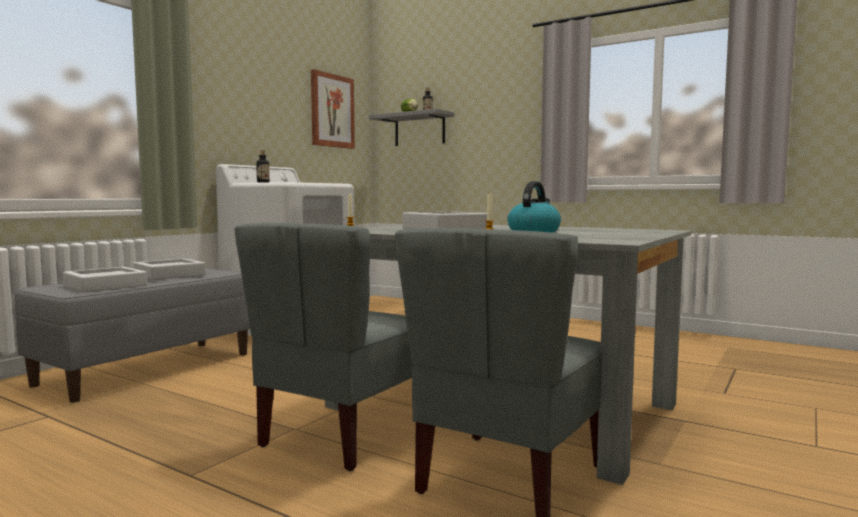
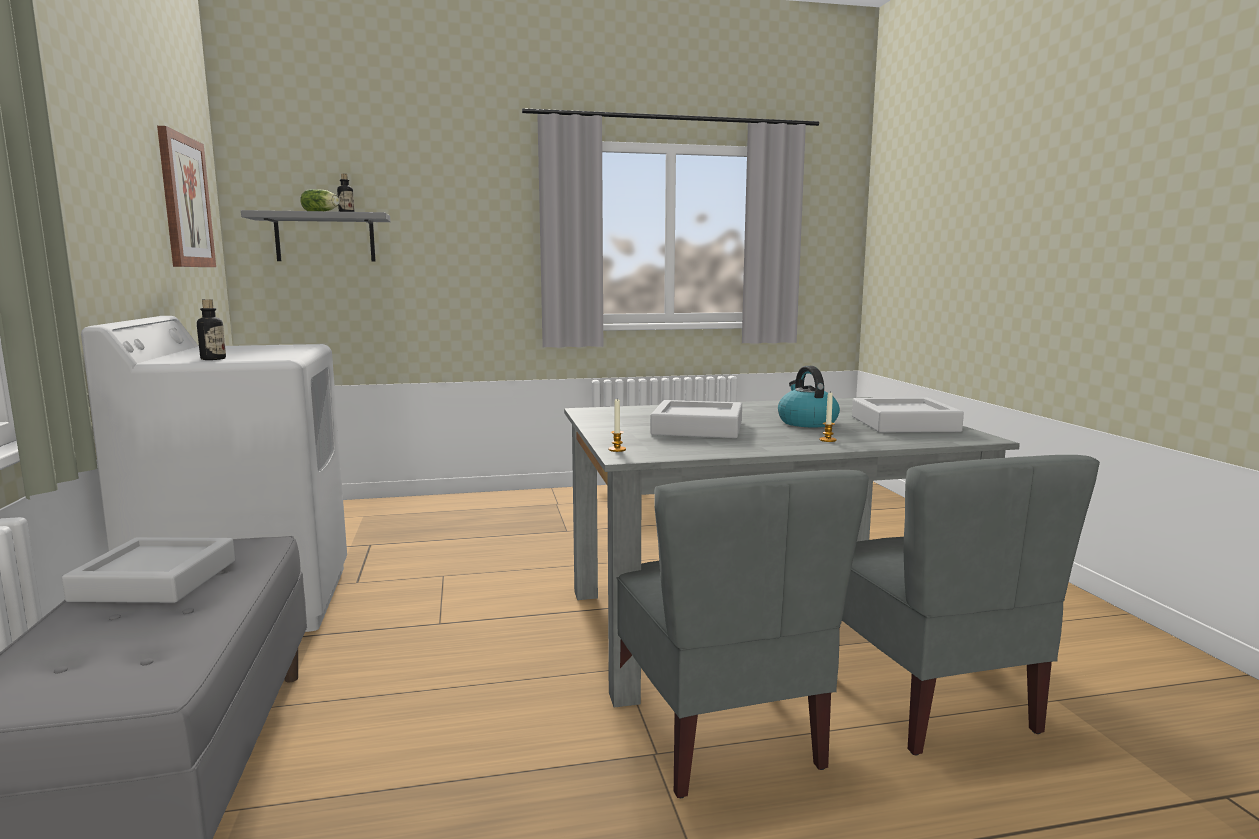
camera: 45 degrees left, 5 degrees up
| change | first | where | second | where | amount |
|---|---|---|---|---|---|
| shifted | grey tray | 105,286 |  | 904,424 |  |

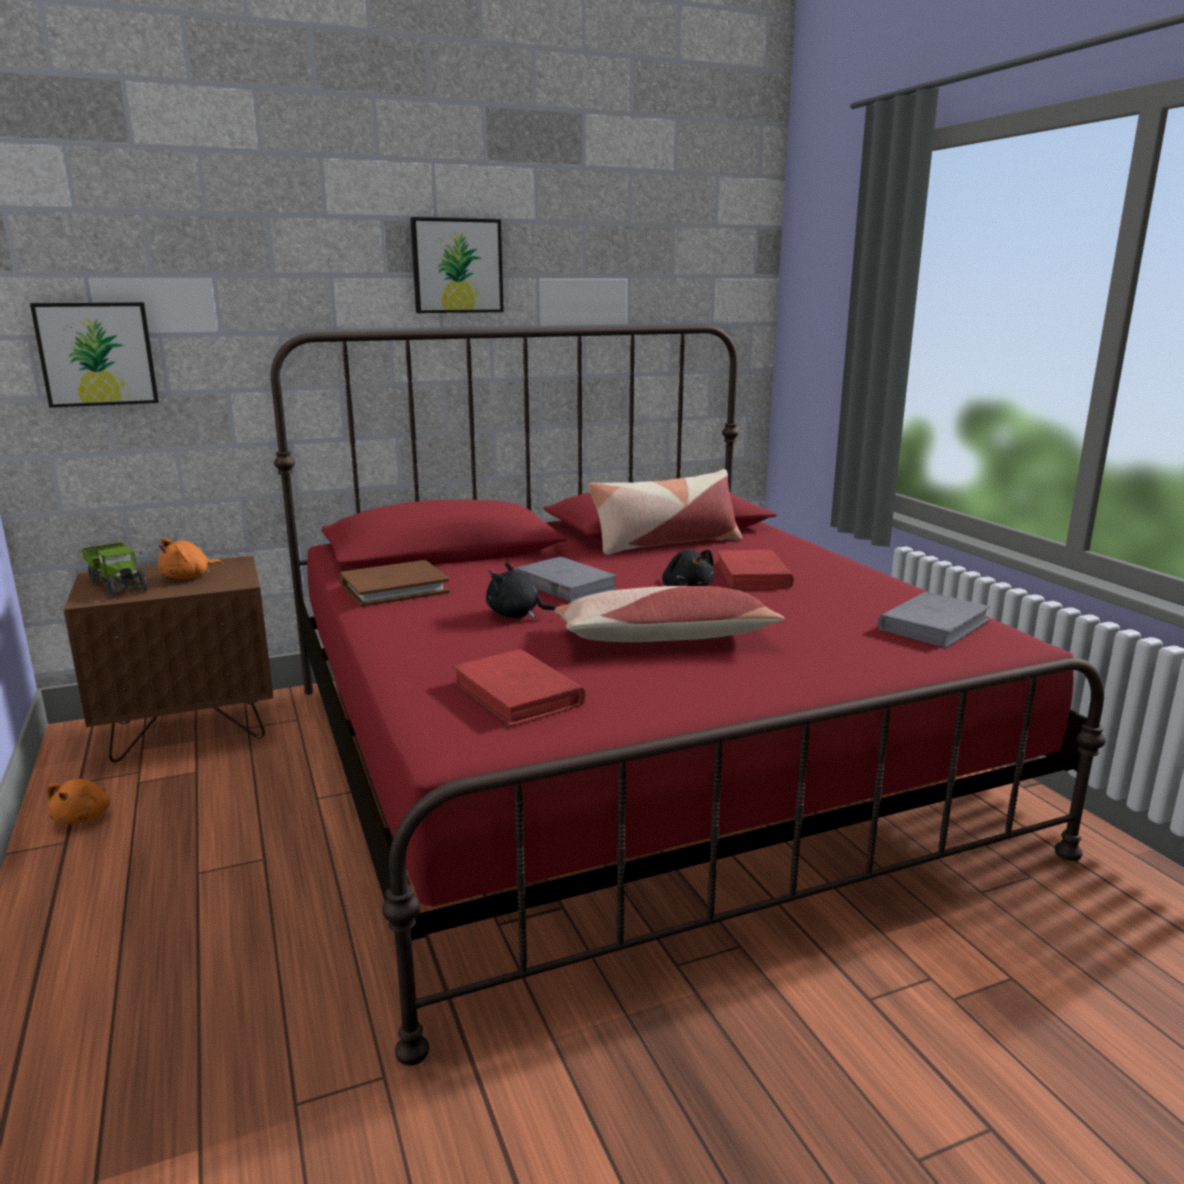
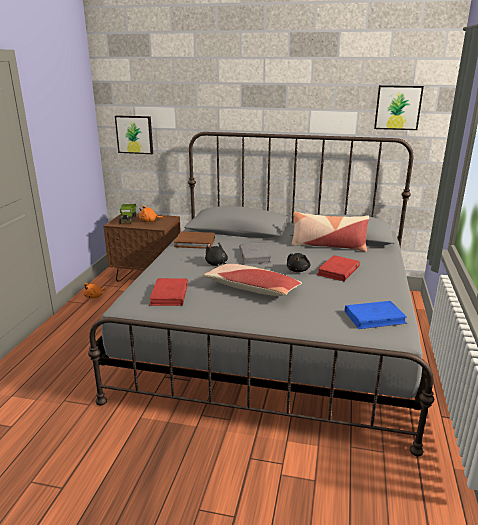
camera: 35 degrees right, 5 degrees up
| change | first | where | second | where | amount |
|---|---|---|---|---|---|
| repainted | red bed | 624,760 | grey bed | 273,337 |  |
| shifted | picture | 457,266 |  | 398,107 |  |
| repainted | grey book | 934,625 | blue book | 375,317 |  |

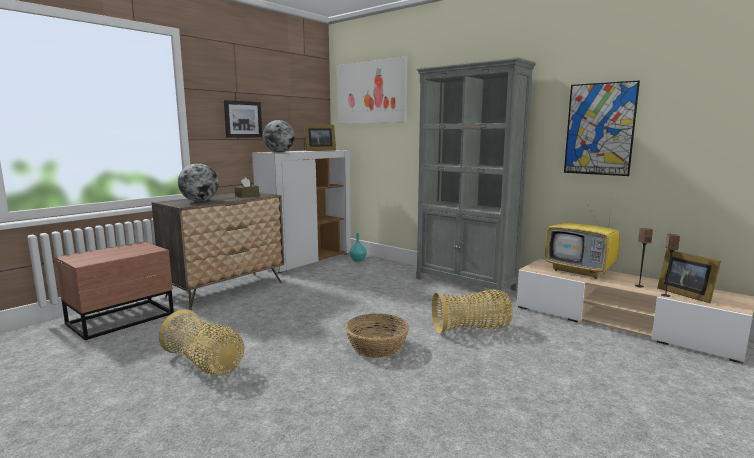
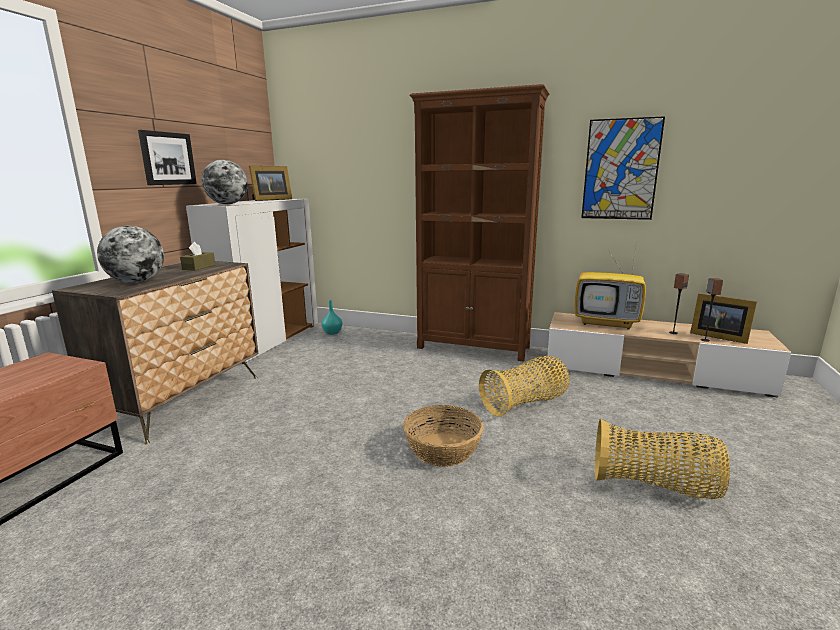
camera: 20 degrees left, 5 degrees up
| change | first | where | second | where | amount |
|---|---|---|---|---|---|
| shifted | basket | 204,364 |  | 655,485 |  |
| gone | picture | 371,92 |  |  |  |
| repainted | grey bookcase | 465,284 | brown bookcase | 474,347 |  |

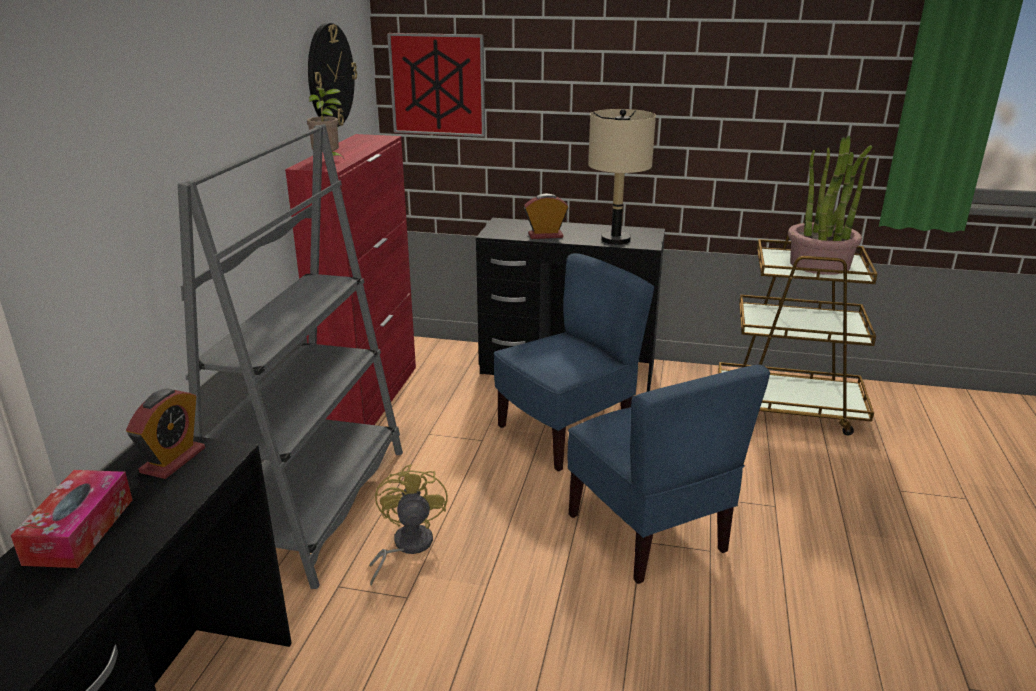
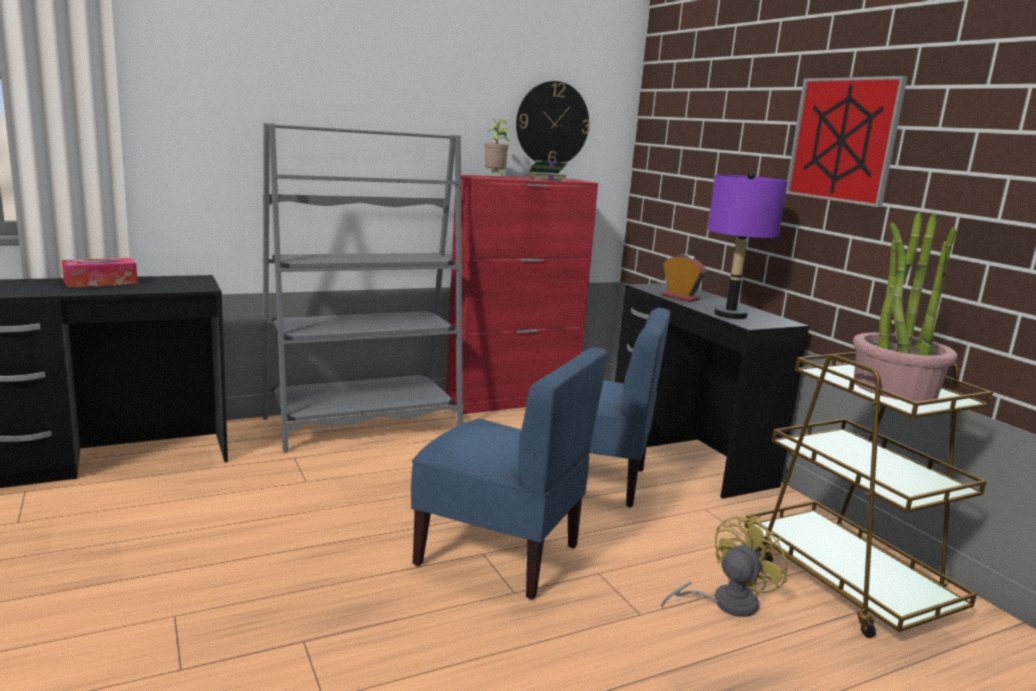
camera: 50 degrees right, 10 degrees down
| change | first | where | second | where | amount |
|---|---|---|---|---|---|
| gone | alarm clock | 173,460 |  |  |  |
| shifted | yellow fan | 406,546 |  | 725,603 |  |
| shifted | picture | 437,85 |  | 843,140 |  |
| rotated | blue chair | 649,532 |  | 500,554 | 90 degrees counterclockwise |
| repainted | beige table lamp | 615,240 | purple table lamp | 730,315 |  |
| new |  |  | book | 545,179 |  |

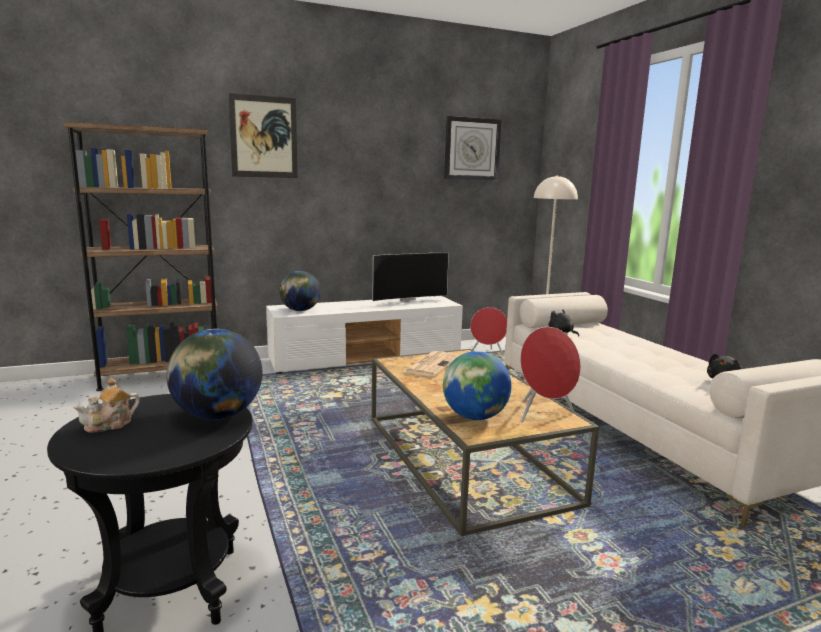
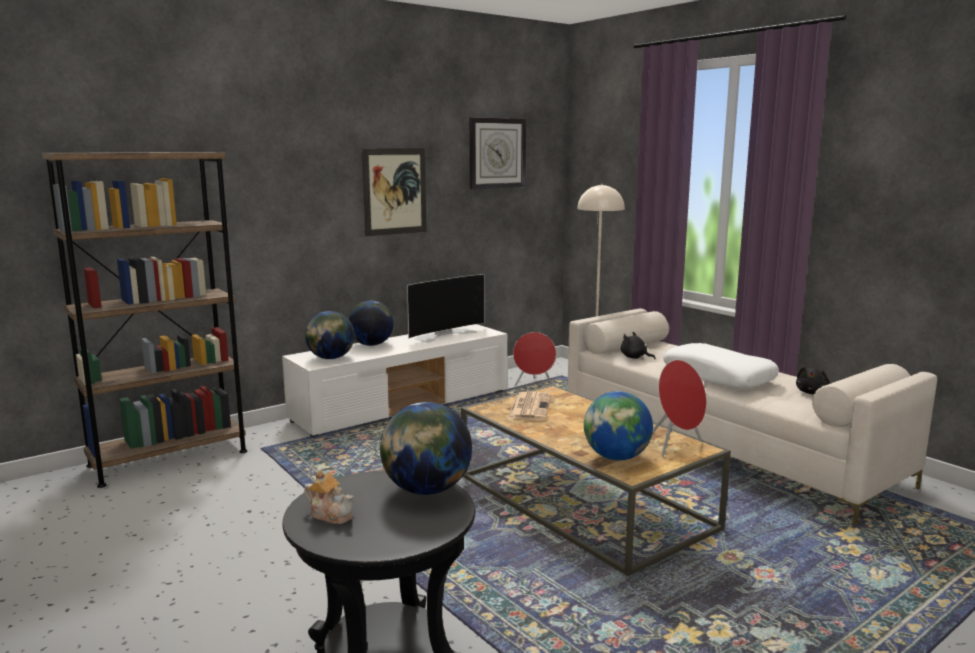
camera: 15 degrees left, 0 degrees up
| change | first | where | second | where | amount |
|---|---|---|---|---|---|
| rotated | teapot | 110,424 |  | 331,514 | 90 degrees counterclockwise |
| shifted | picture | 264,137 |  | 395,191 |  |
| new |  |  | globe | 371,344 |  |
| new |  |  | white pillow | 718,376 |  |

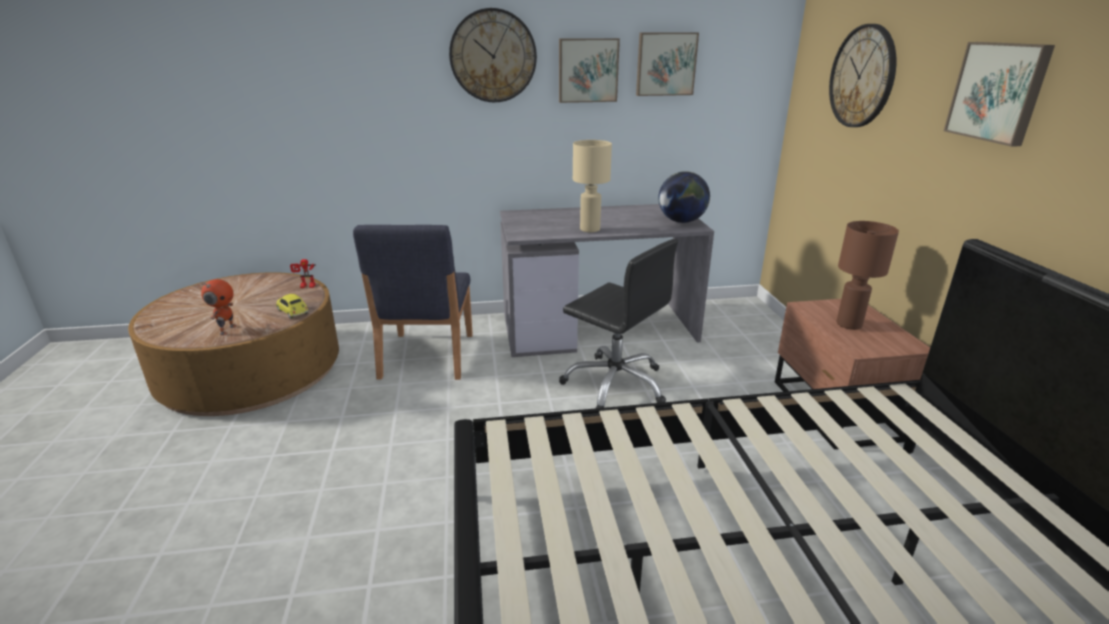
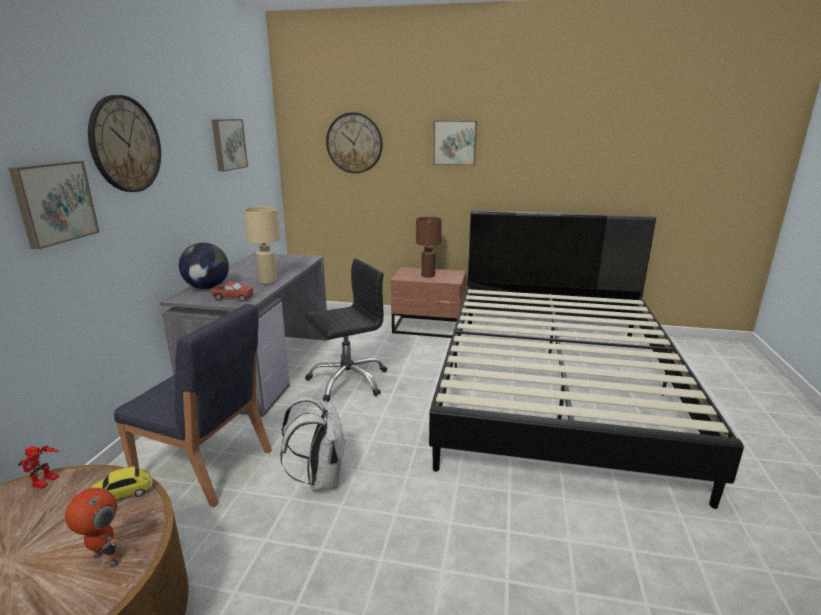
camera: 70 degrees left, 5 degrees down
| change | first | where | second | where | amount |
|---|---|---|---|---|---|
| shifted | picture | 587,70 |  | 54,203 |  |
| shifted | globe | 681,221 |  | 207,288 |  |
| new |  |  | toy truck | 233,298 |  |
| new |  |  | white backpack | 320,479 |  |

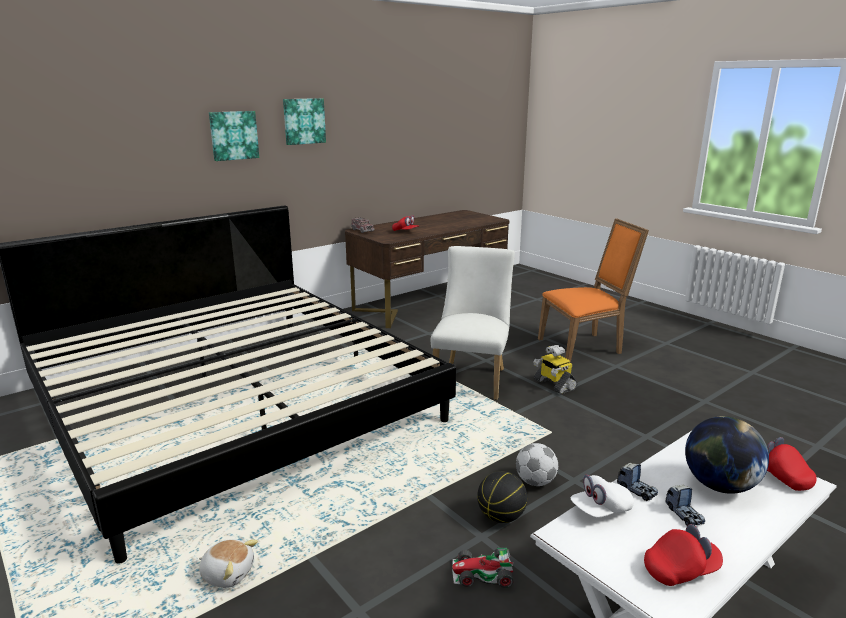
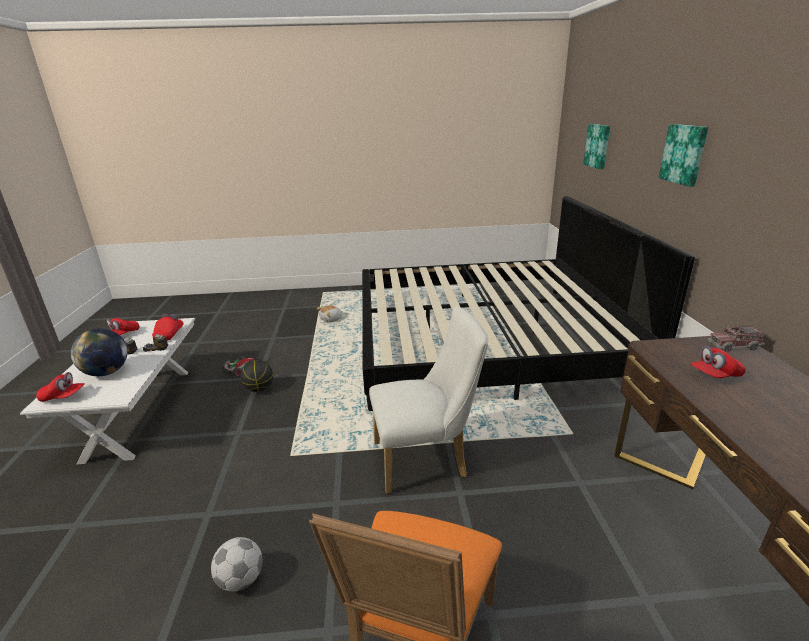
camera: 125 degrees right, 5 degrees up
| change | first | where | second | where | amount |
|---|---|---|---|---|---|
| shifted | picture | 303,121 |  | 598,146 |  |
| rotated | white chair | 472,378 |  | 426,459 | 60 degrees counterclockwise |
| shifted | football | 535,482 |  | 241,580 |  |
| gone | toy robot | 554,385 |  |  |  |
| repainted | white cap | 601,510 | red cap | 169,335 |  |

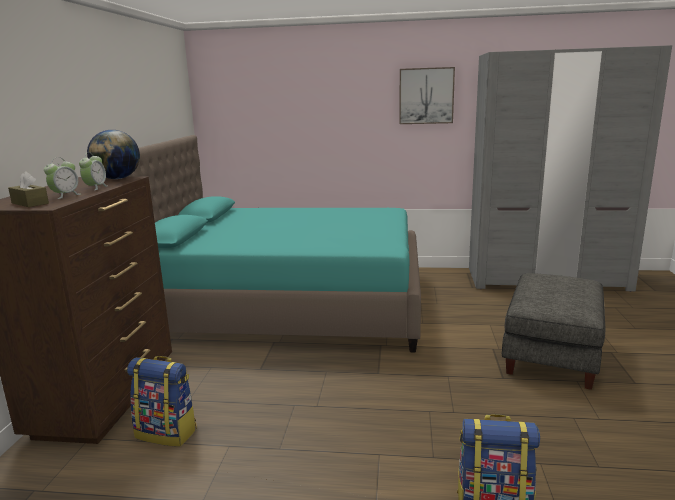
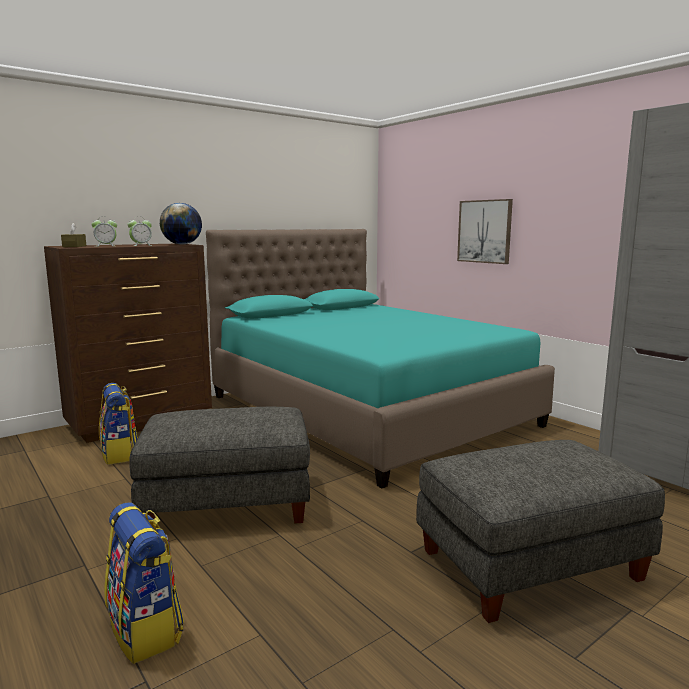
camera: 45 degrees right, 5 degrees down
| change | first | where | second | where | amount |
|---|---|---|---|---|---|
| shifted | picture | 426,96 |  | 484,231 |  |
| new |  |  | grey ottoman | 228,503 |  |

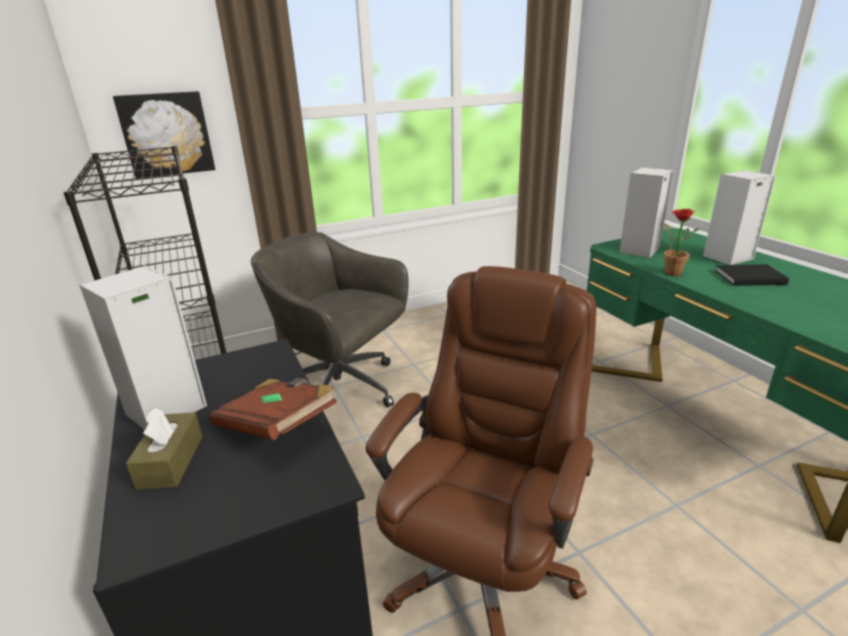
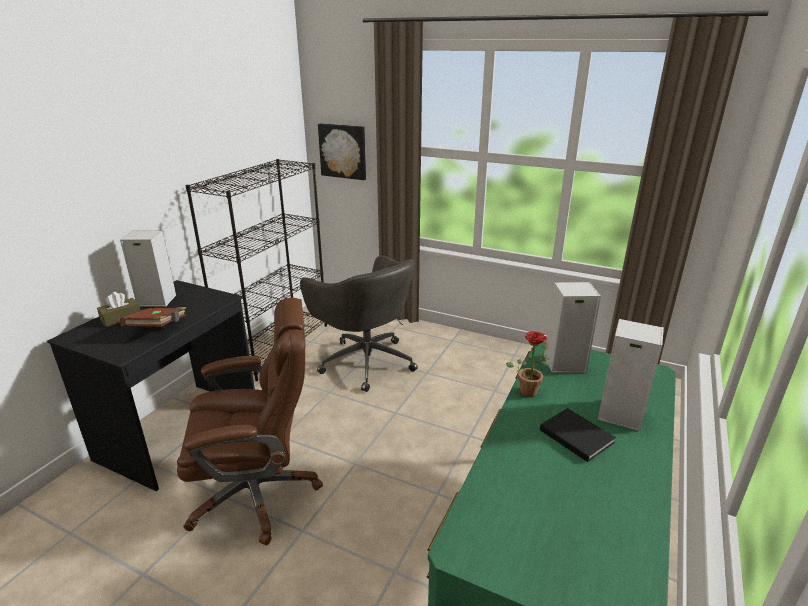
camera: 50 degrees right, 0 degrees up
| change | first | where | second | where | amount |
|---|---|---|---|---|---|
| rotated | grey office chair | 342,389 |  | 365,361 | 150 degrees clockwise |

